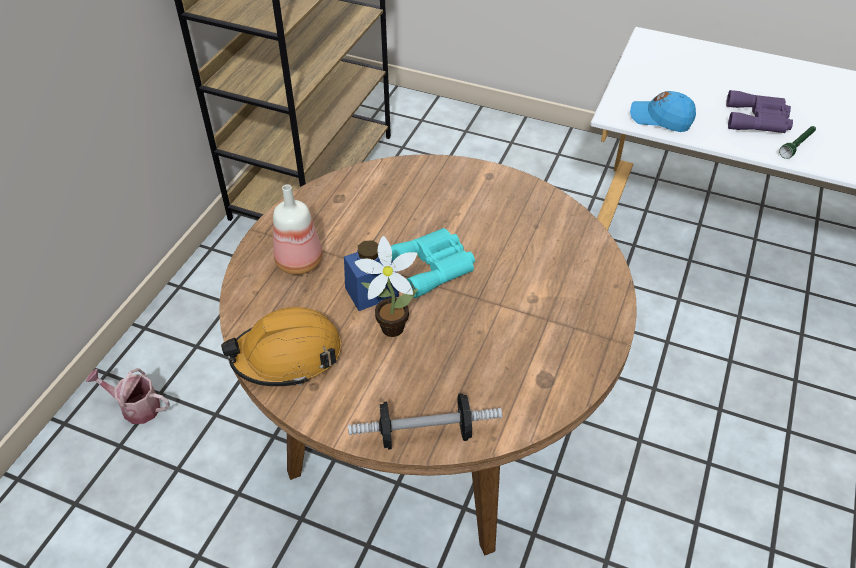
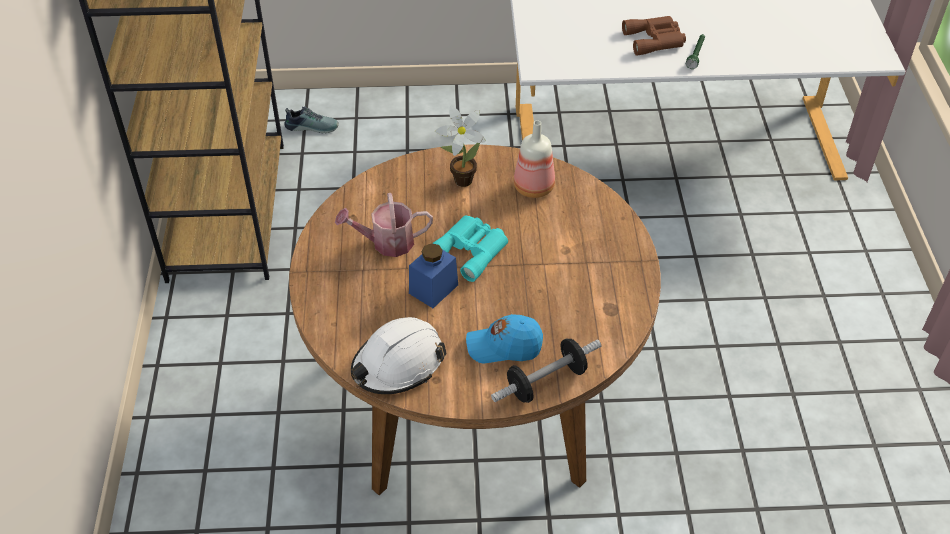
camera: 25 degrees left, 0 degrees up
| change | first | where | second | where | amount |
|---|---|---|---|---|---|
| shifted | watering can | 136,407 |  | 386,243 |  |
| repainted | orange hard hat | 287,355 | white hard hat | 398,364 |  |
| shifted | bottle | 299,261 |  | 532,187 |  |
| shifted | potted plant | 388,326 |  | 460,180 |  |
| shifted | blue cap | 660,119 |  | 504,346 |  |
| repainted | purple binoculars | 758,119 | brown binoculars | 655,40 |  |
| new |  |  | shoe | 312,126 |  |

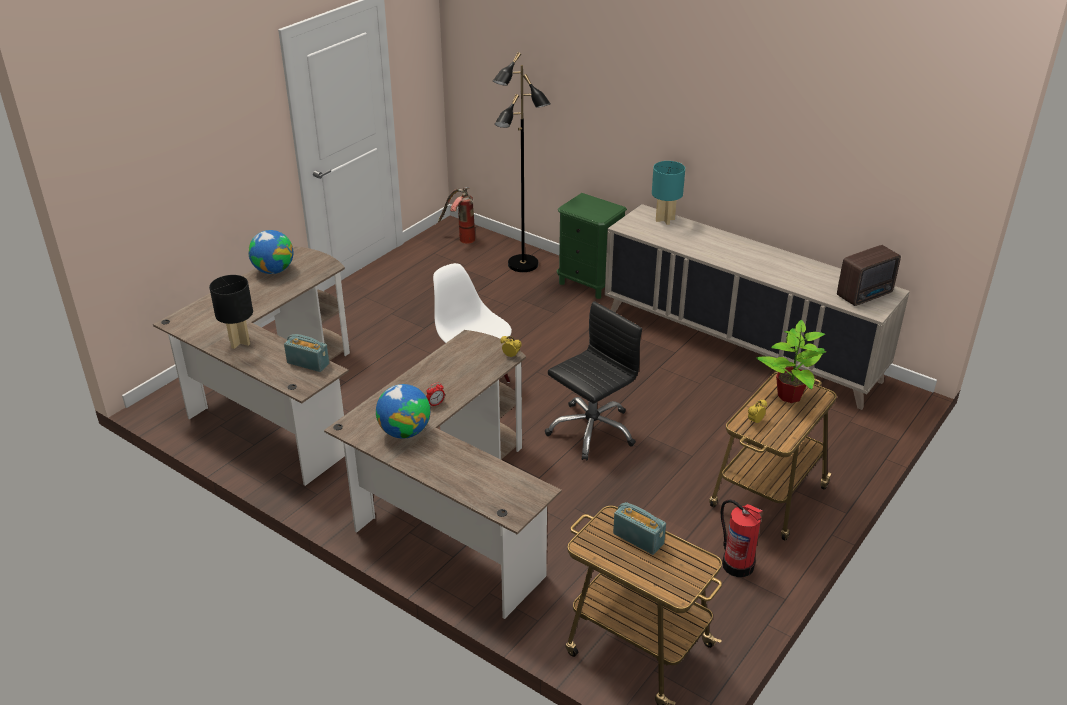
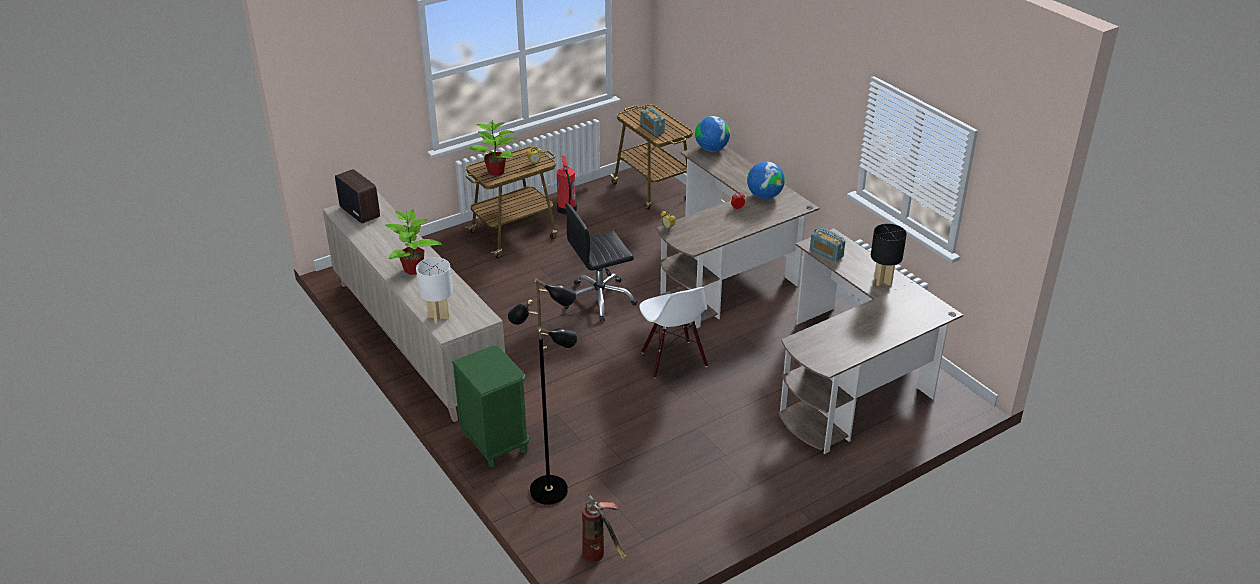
camera: 160 degrees left, 0 degrees up
| change | first | where | second | where | amount |
|---|---|---|---|---|---|
| shifted | globe | 273,270 |  | 711,149 |  |
| repainted | turquoise table lamp | 664,220 | white table lamp | 438,317 |  |
| rotated | radio | 866,295 |  | 360,212 | 60 degrees clockwise |
| new |  |  | potted plant | 414,269 |  |

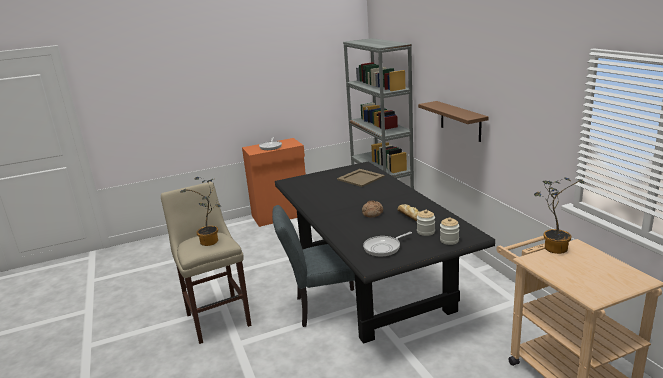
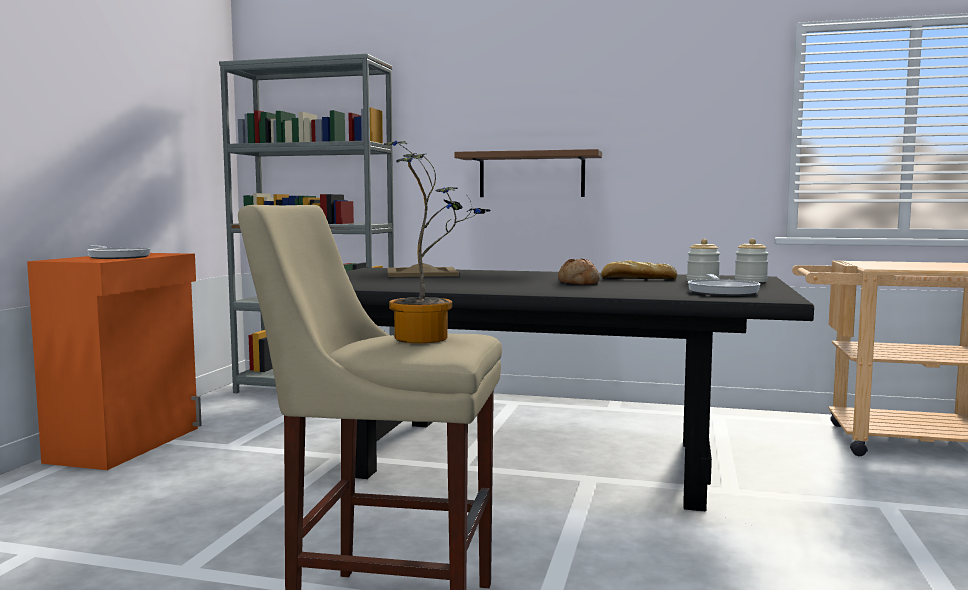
camera: 55 degrees left, 15 degrees down
| change | first | where | second | where | amount |
|---|---|---|---|---|---|
| gone | grey chair | 323,308 |  |  |  |
| gone | potted plant | 553,247 |  |  |  |

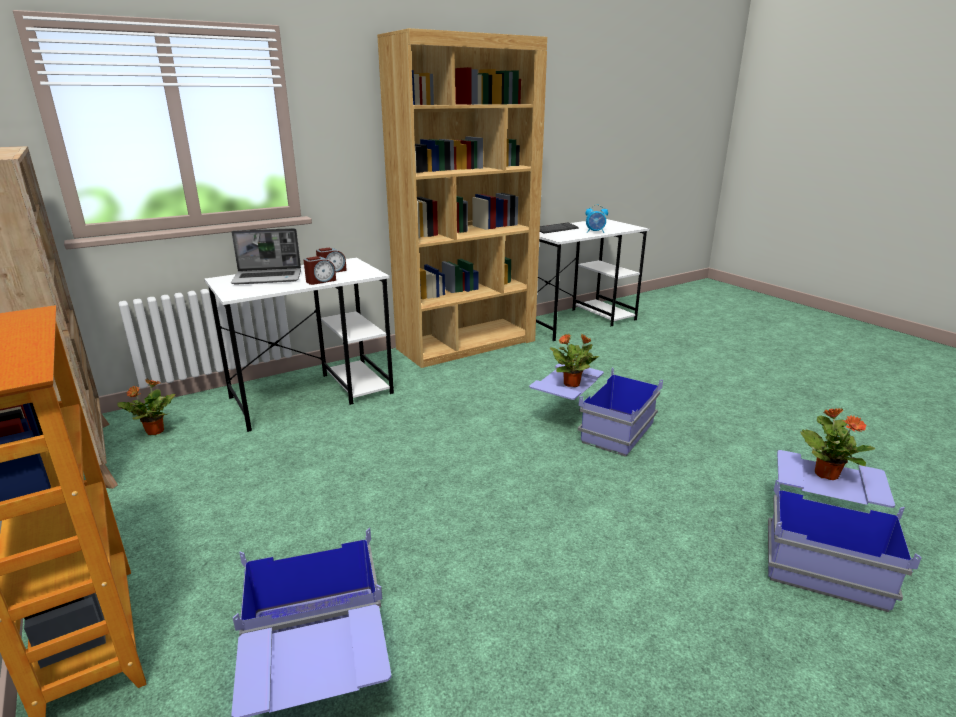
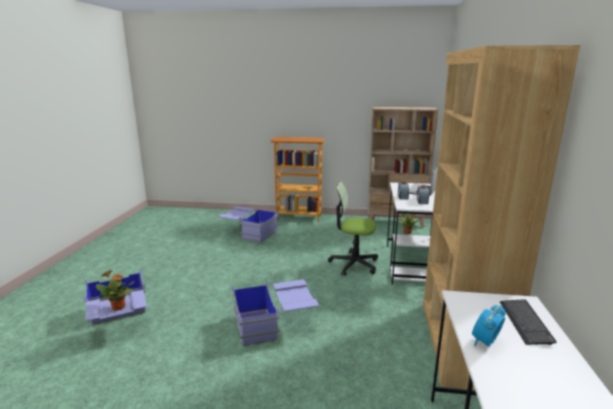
camera: 130 degrees right, 5 degrees down
| change | first | where | second | where | amount |
|---|---|---|---|---|---|
| gone | potted plant | 572,384 |  |  |  |
| new |  |  | office chair | 354,264 |  |

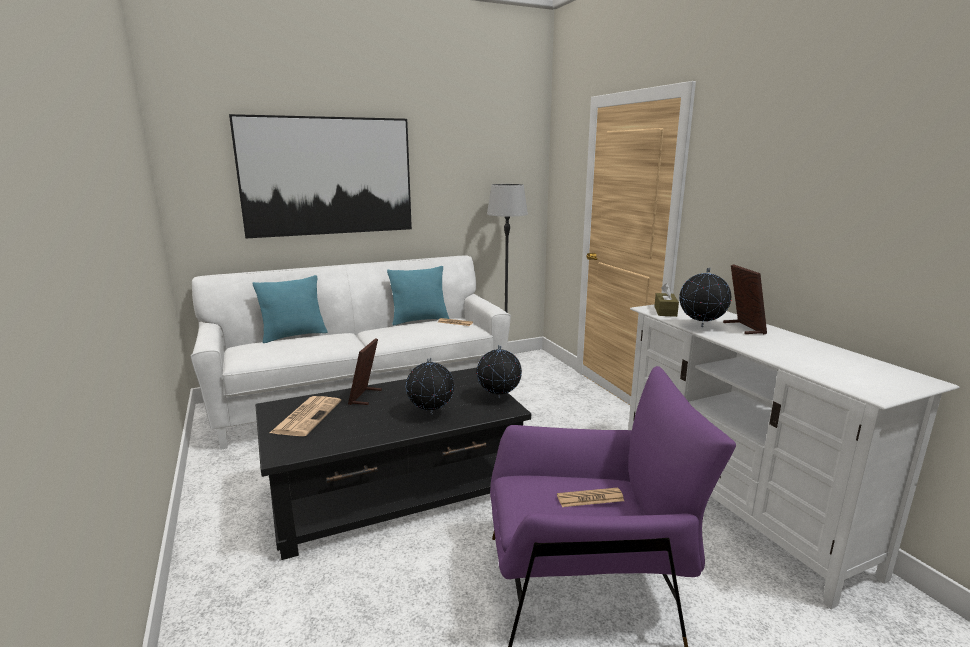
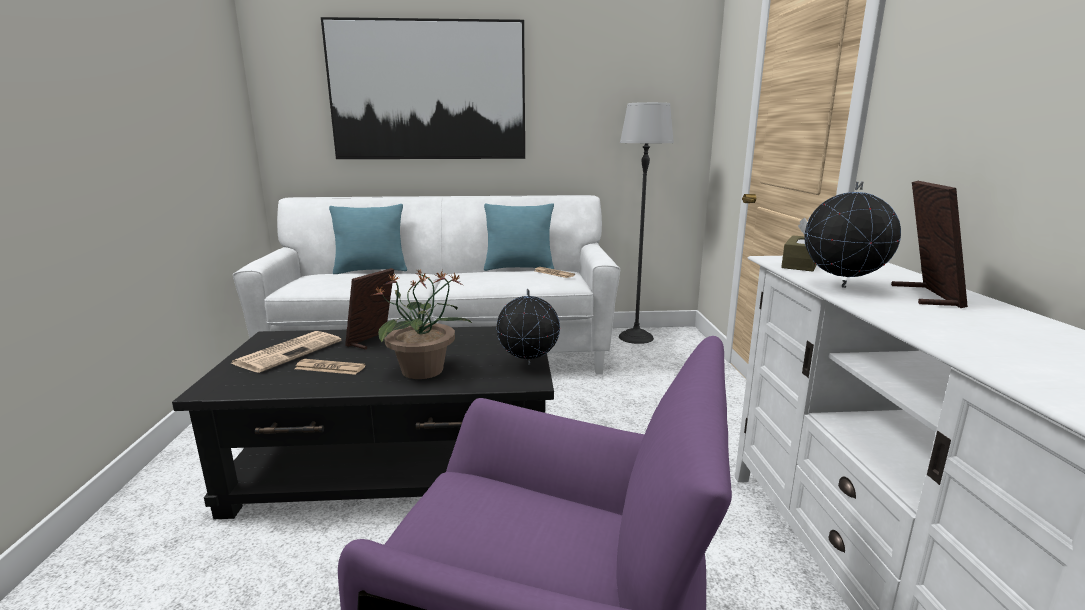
camera: 20 degrees right, 0 degrees up
| change | first | where | second | where | amount |
|---|---|---|---|---|---|
| swapped | globe | 430,414 | potted plant | 424,370 |  |
| shifted | newspaper | 590,498 |  | 330,368 |  |

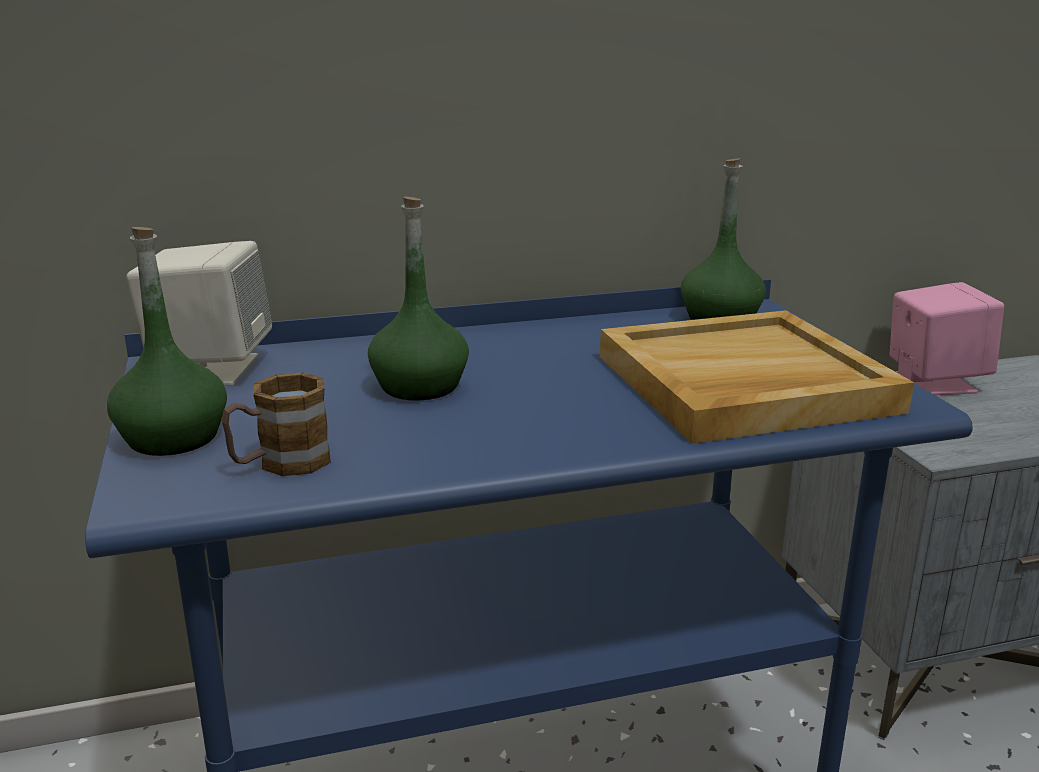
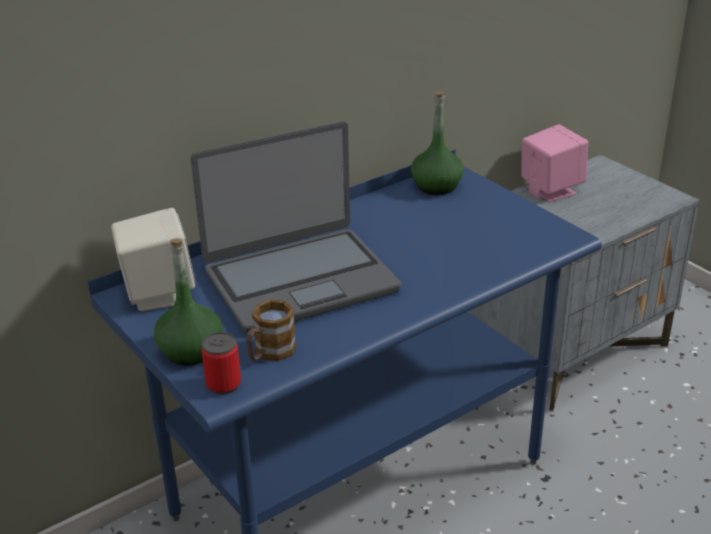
camera: 20 degrees left, 10 degrees up
| change | first | where | second | where | amount |
|---|---|---|---|---|---|
| swapped | green bottle | 420,386 | laptop | 300,280 |  |
| gone | beige tray | 742,384 |  |  |  |
| new |  |  | can | 223,384 |  |

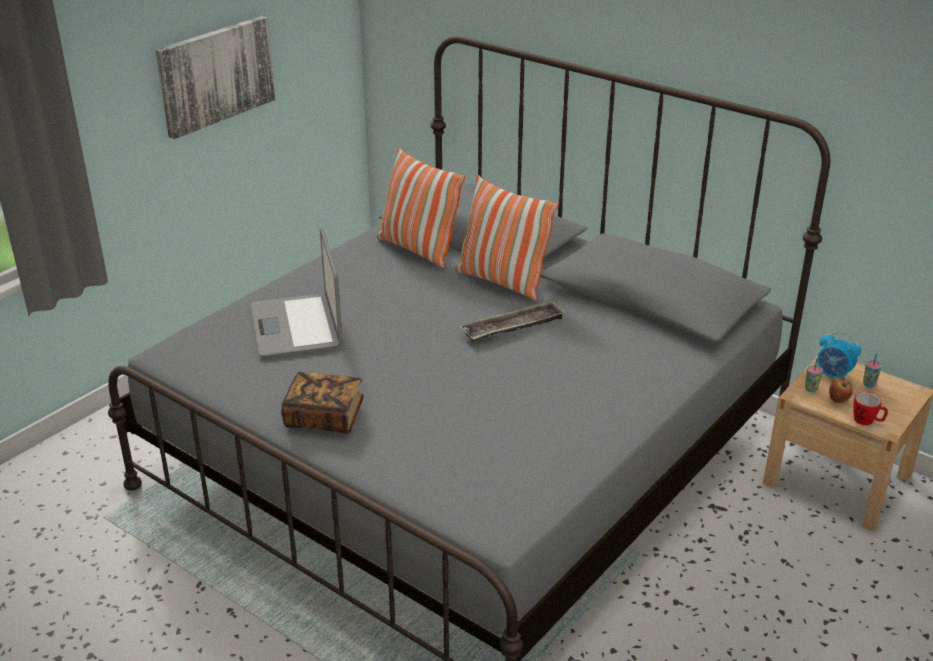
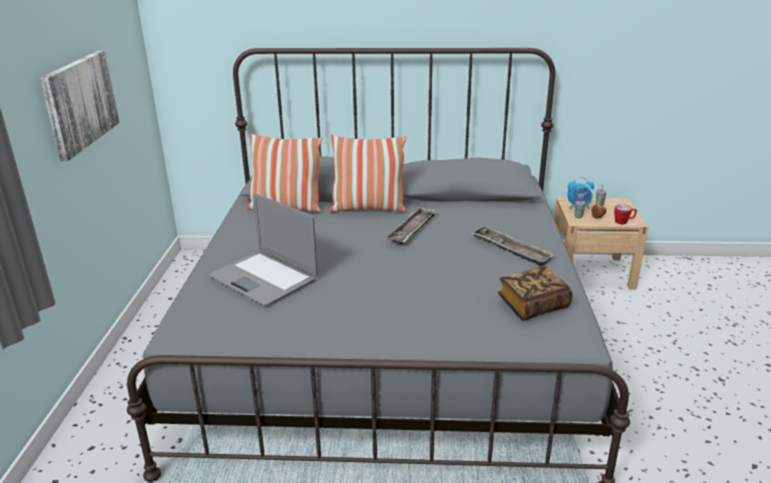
camera: 35 degrees left, 5 degrees down
| change | first | where | second | where | amount |
|---|---|---|---|---|---|
| shifted | book | 324,417 |  | 533,305 |  |
| new |  |  | tray | 511,249 |  |

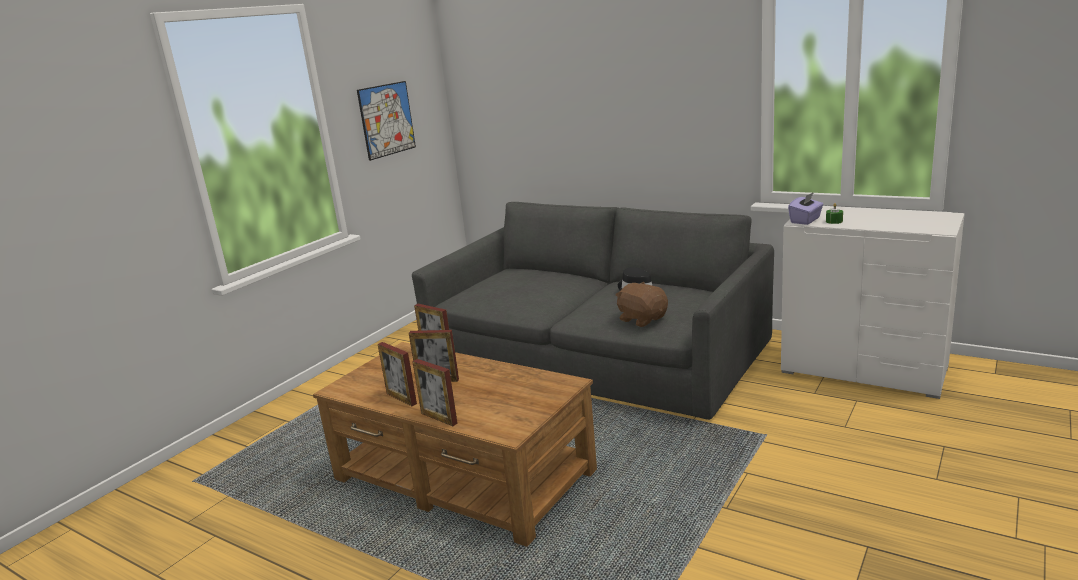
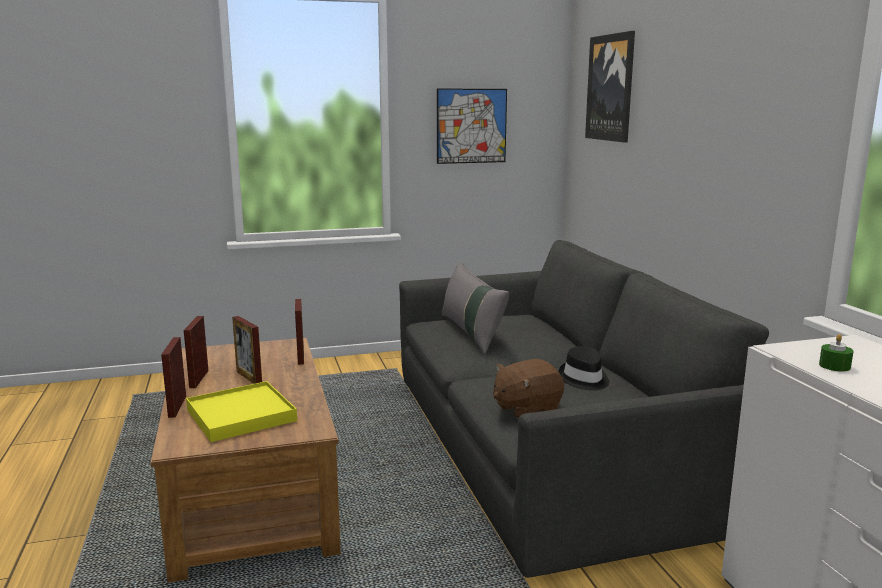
camera: 40 degrees right, 5 degrees down
| change | first | where | second | where | amount |
|---|---|---|---|---|---|
| rotated | brown plush toy | 642,319 |  | 526,409 | 120 degrees counterclockwise |
| gone | purple tissue box | 805,220 |  |  |  |
| new |  |  | yellow tray | 241,415 |  |
| new |  |  | grey pillow | 472,333 |  |
| new |  |  | picture | 611,88 |  |

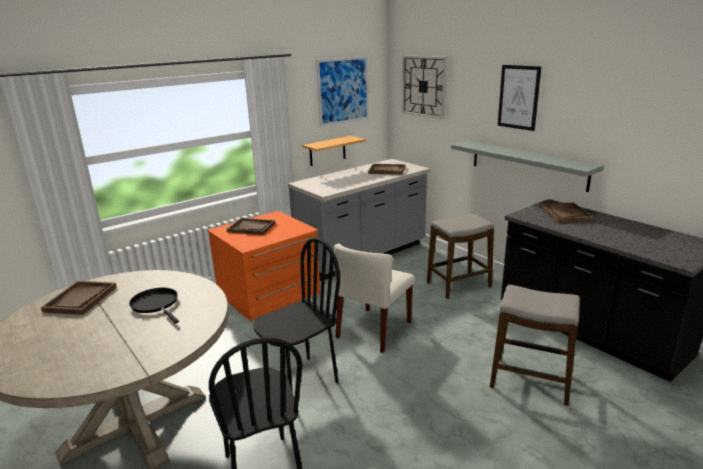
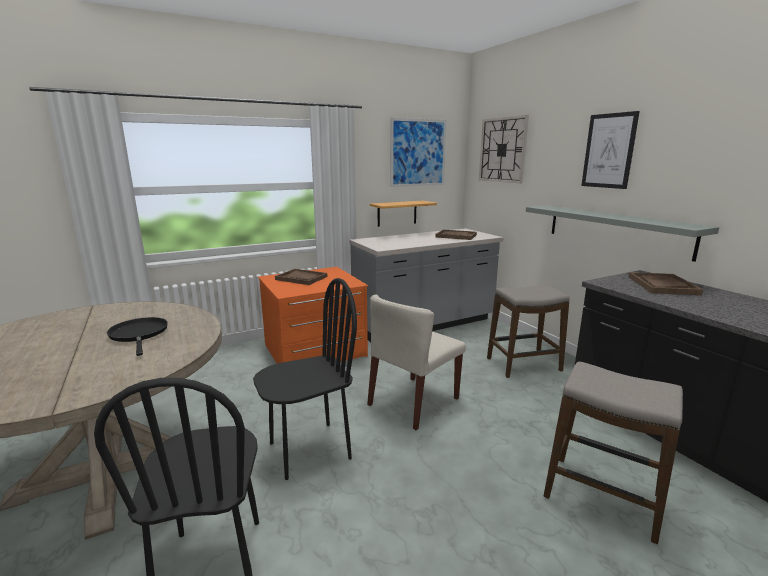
camera: 10 degrees right, 5 degrees down
| change | first | where | second | where | amount |
|---|---|---|---|---|---|
| gone | brown tray | 80,299 |  |  |  |

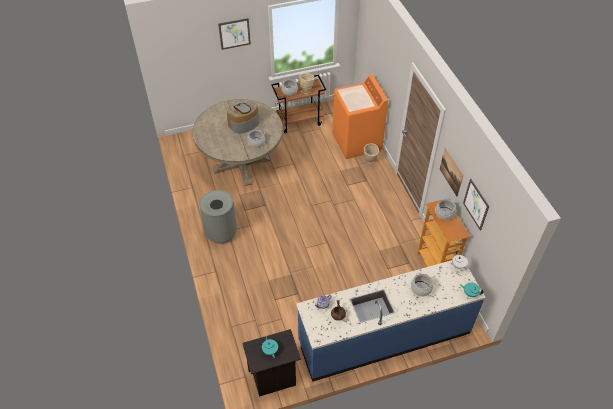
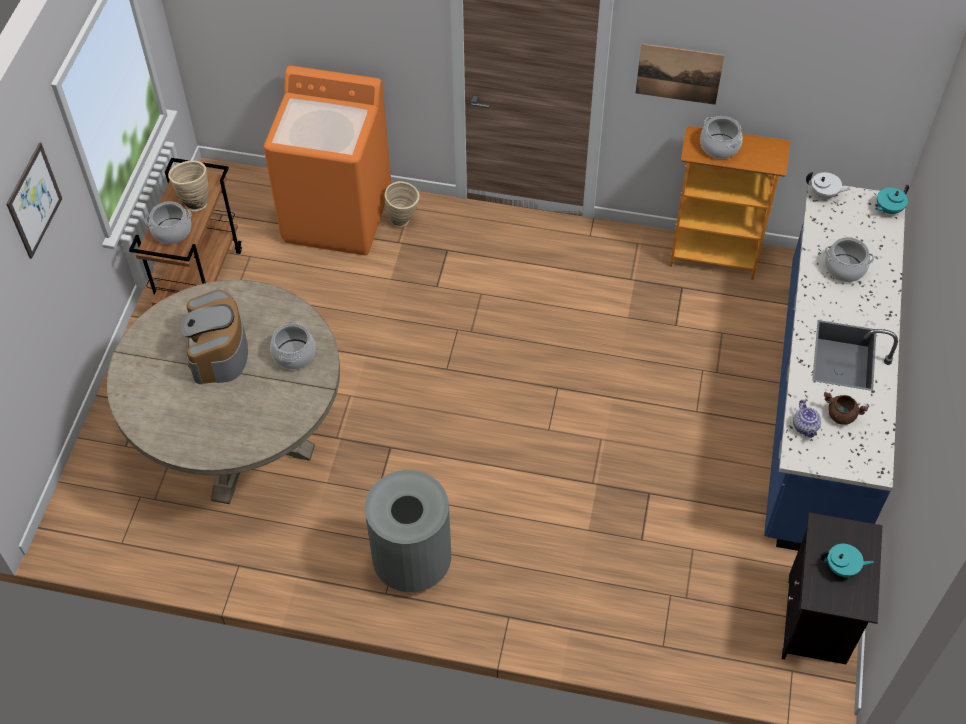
camera: 60 degrees left, 5 degrees up
| change | first | where | second | where | amount |
|---|---|---|---|---|---|
| gone | picture | 476,204 |  |  |  |

